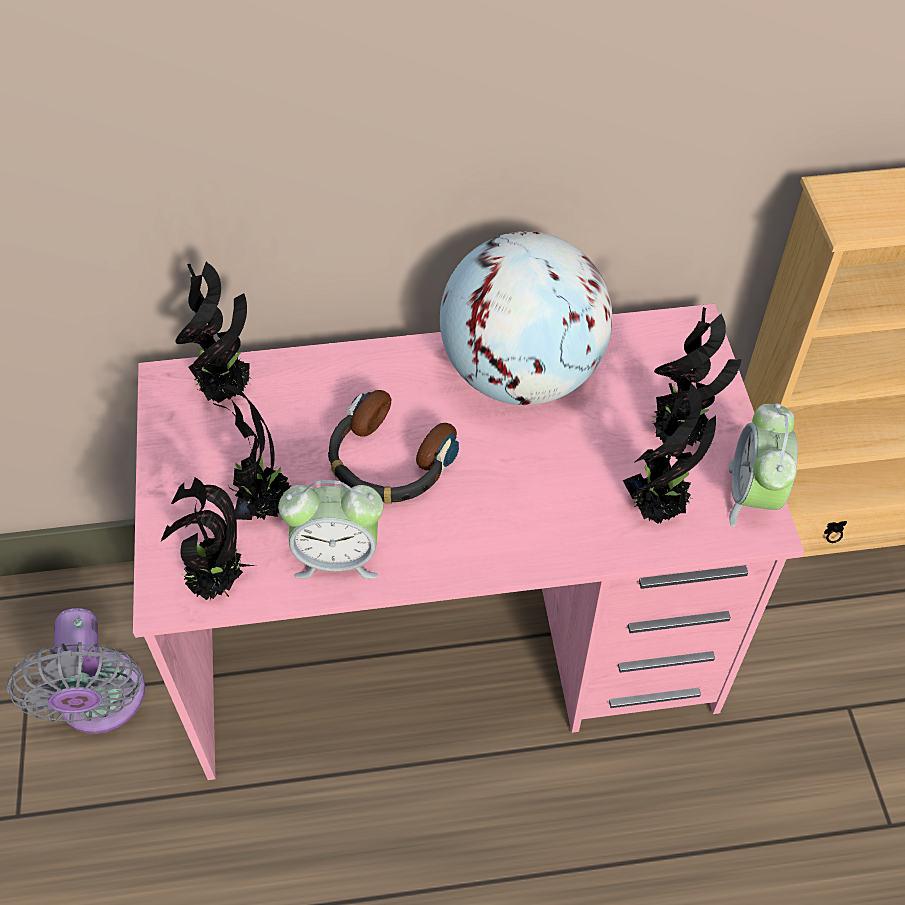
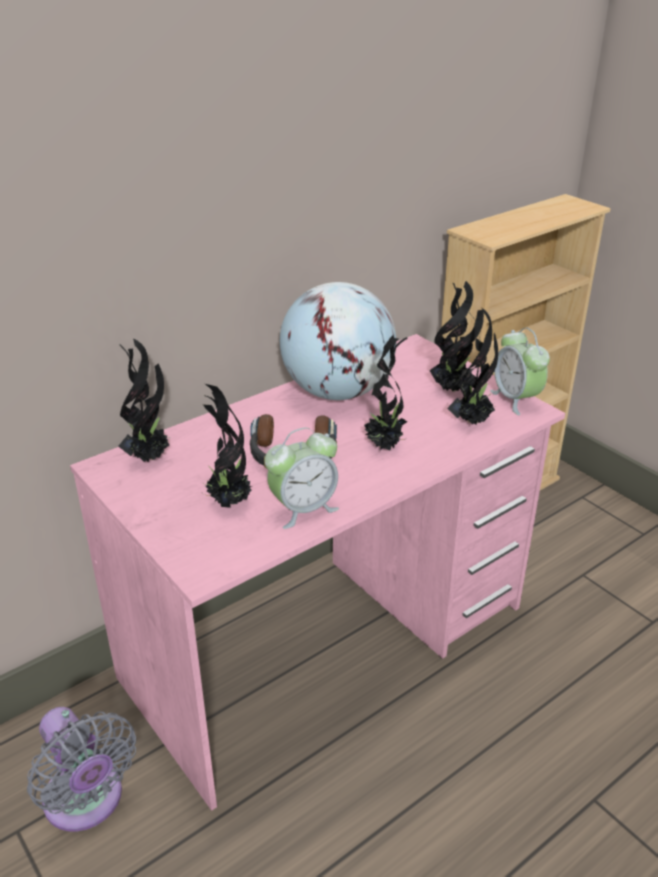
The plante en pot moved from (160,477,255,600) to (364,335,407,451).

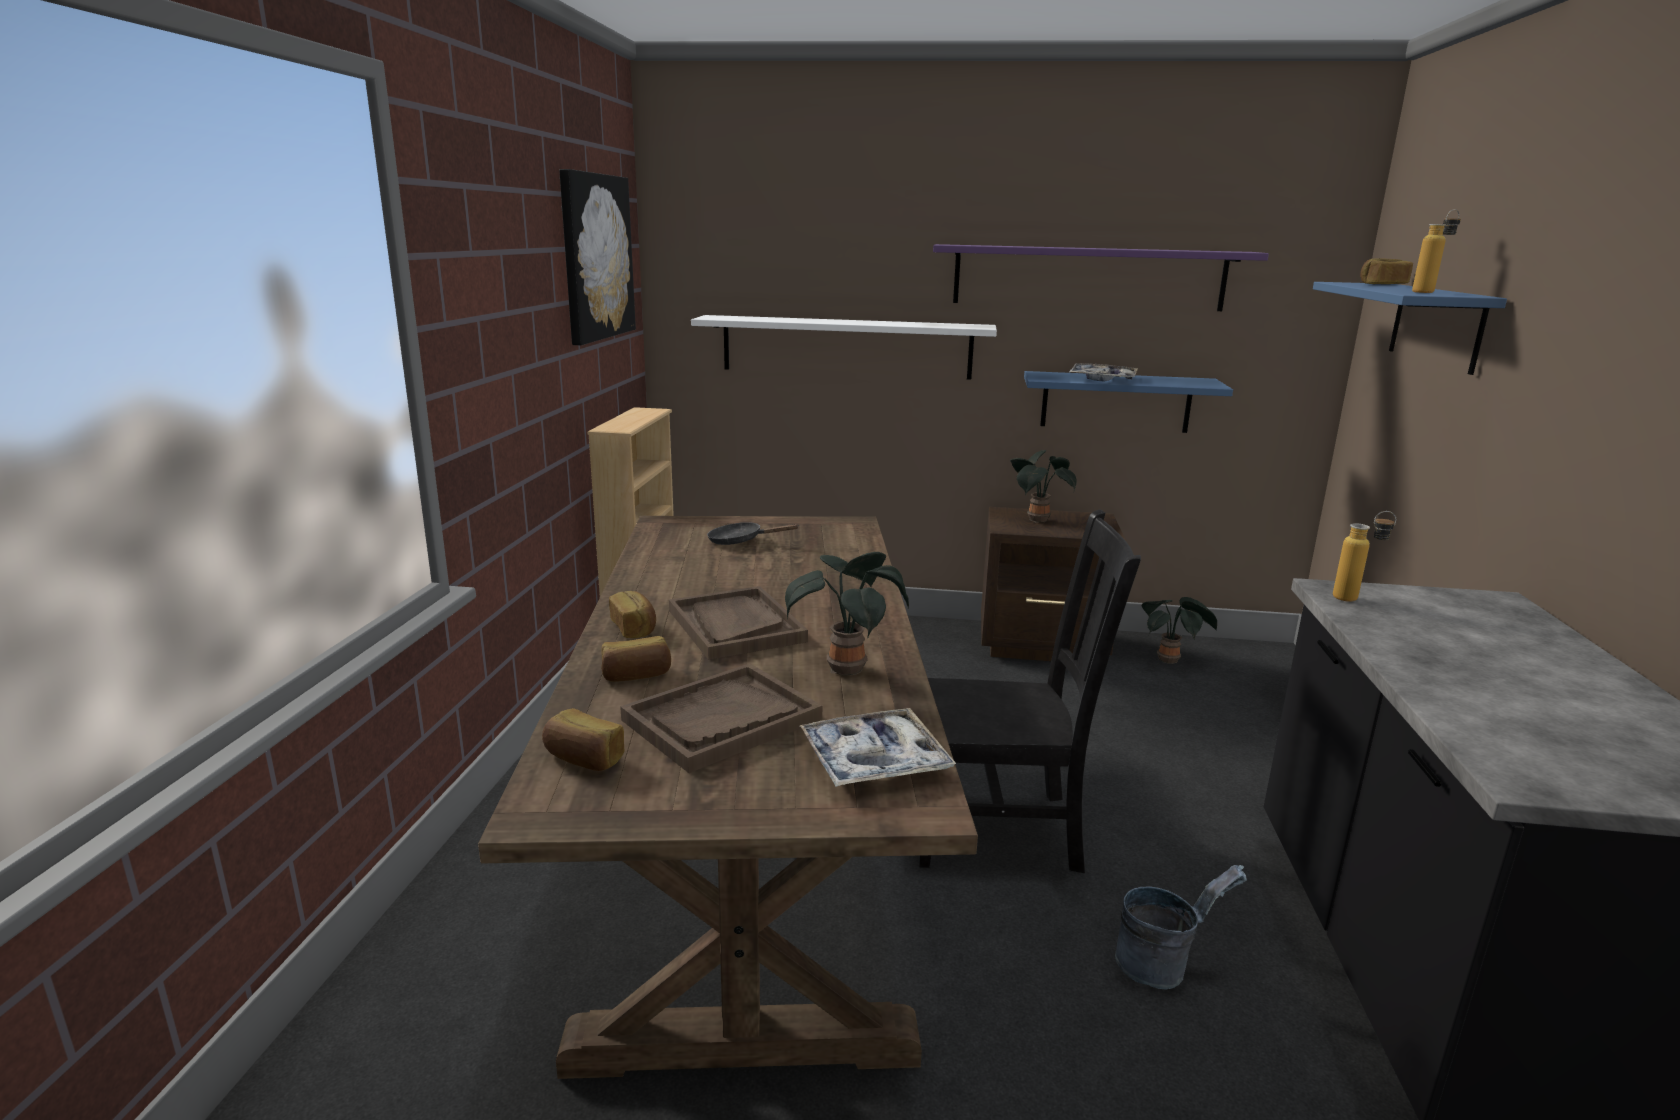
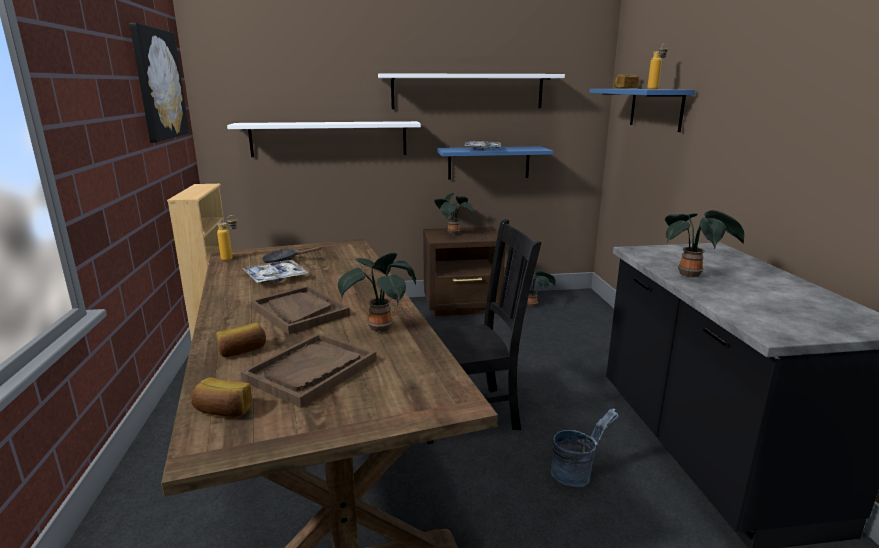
The étagère [violet] at (933,244,1269,311) became the étagère [blanc] at (378,73,565,109). The bouteille moved from (1333,511,1396,602) to (217,215,237,261). The pain at (609,591,656,638) disappeared. The plateau moved from (799,708,956,787) to (243,260,309,283). The plante en pot at (665,210,744,277) appeared.

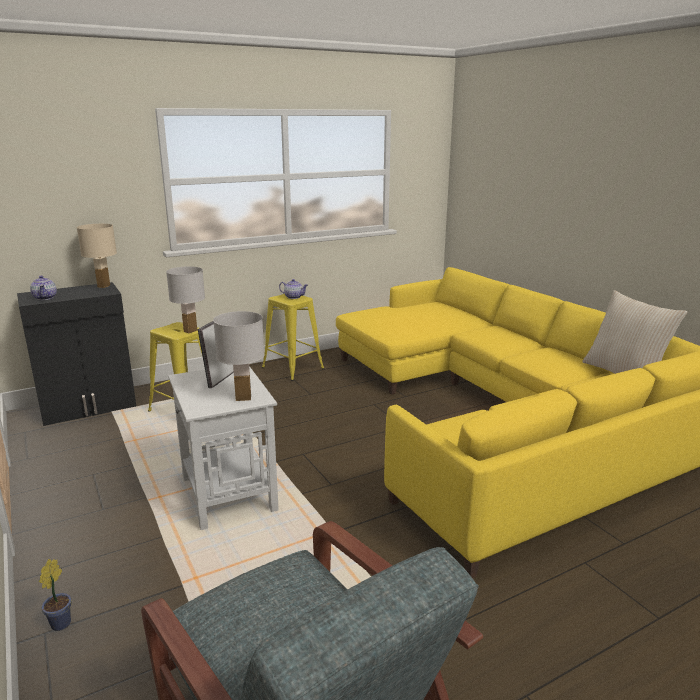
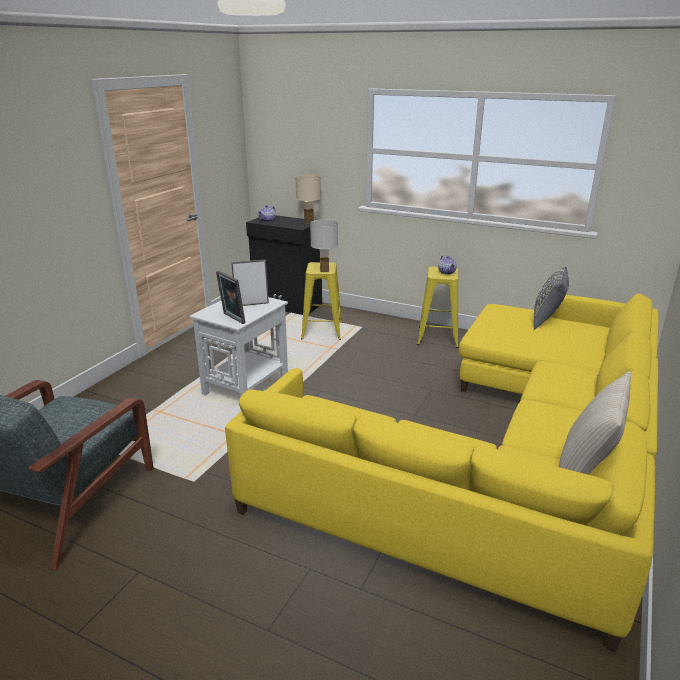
The lampe de table [blanc] at (213,311,264,401) was replaced by the cadre photo at (216,271,246,324). The plante en pot at (39,559,72,631) disappeared. The coussin [gris] at (534,267,569,330) appeared.

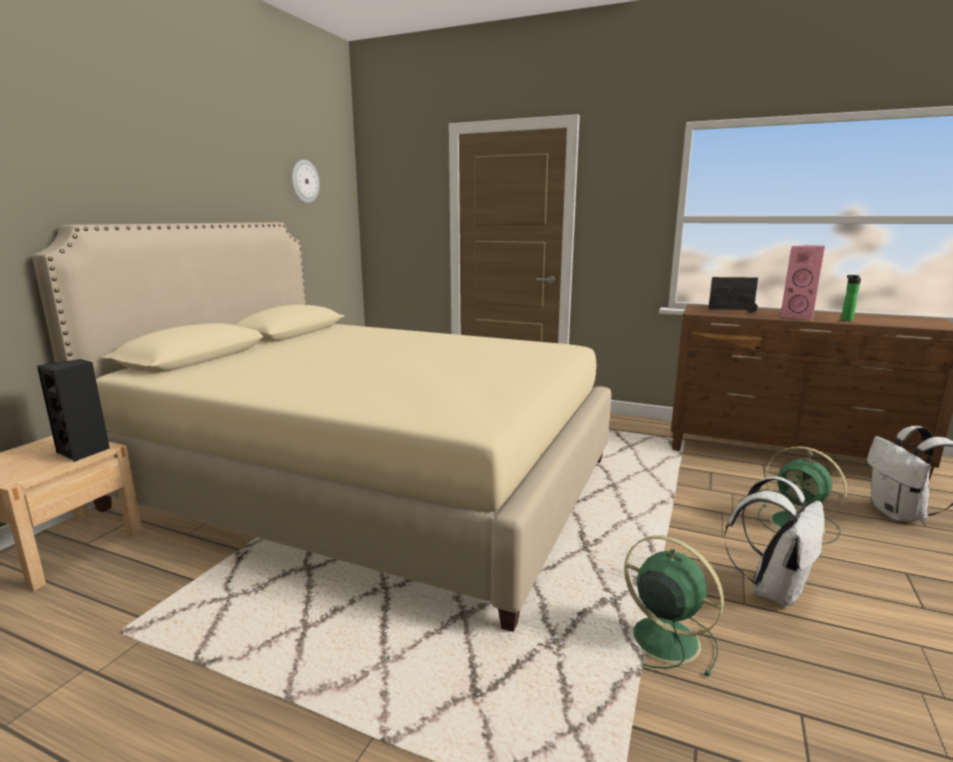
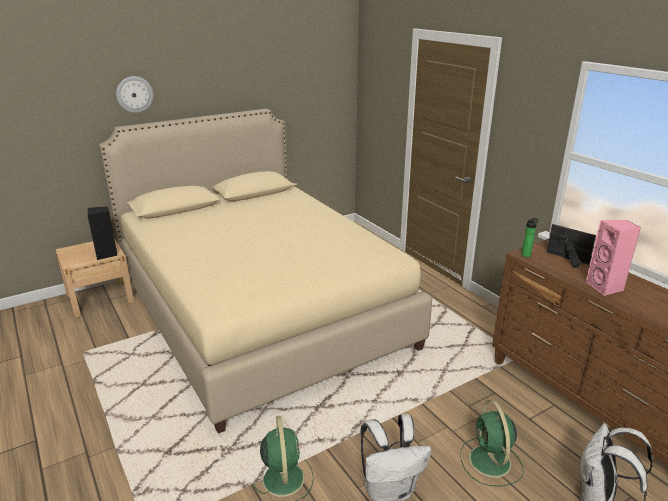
The horloge murale moved from (292,160,320,203) to (116,76,154,113). The bouteille moved from (841,275,861,321) to (522,218,539,257).

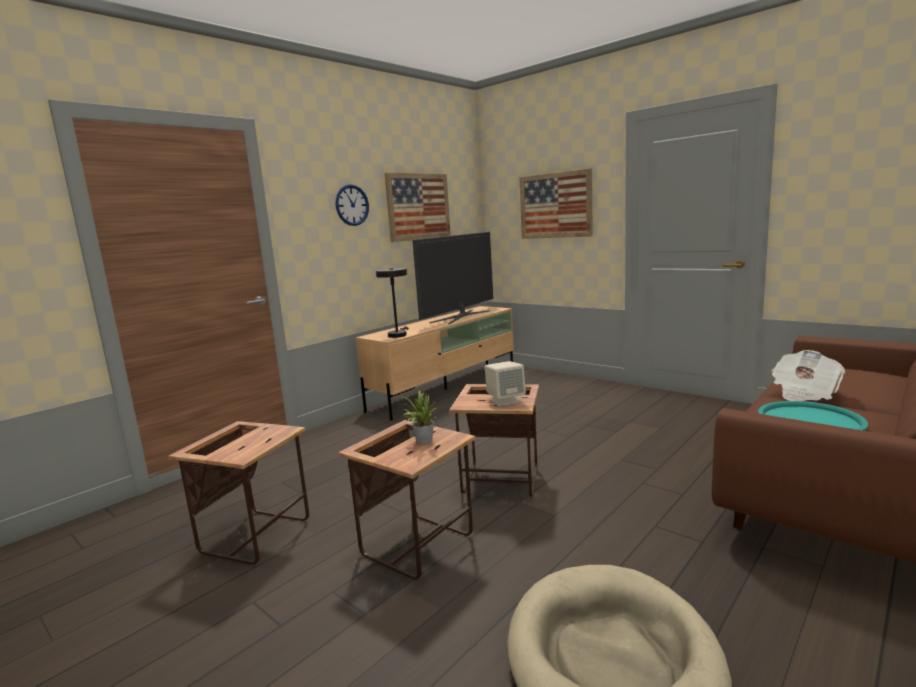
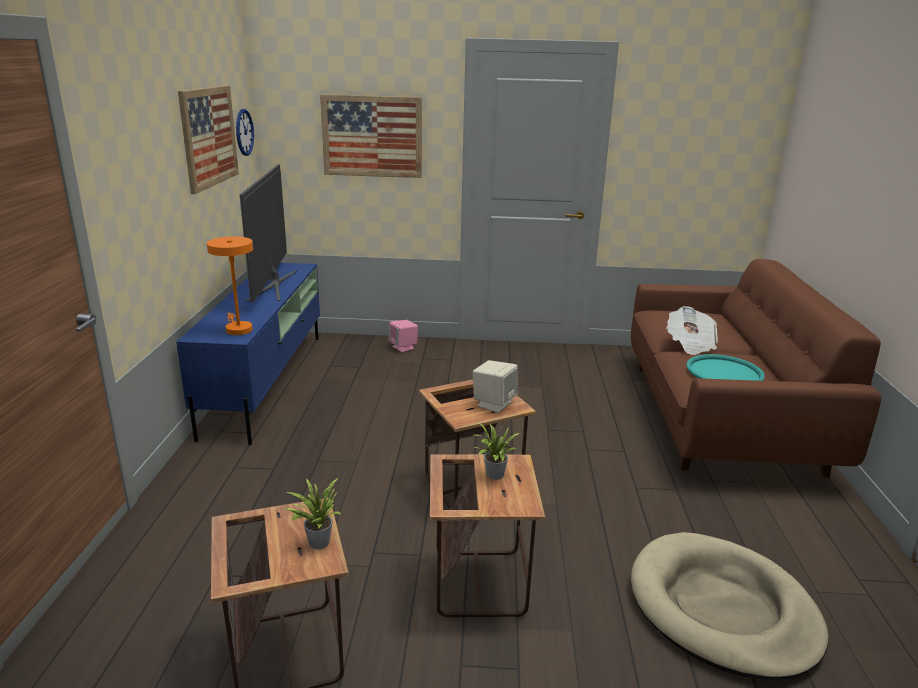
The horloge murale moved from (336,184,369,226) to (236,109,254,156). The lampe de table [noir] at (376,268,409,338) became the lampe de table [orange] at (207,237,253,335). The meuble télé [beige] at (356,306,514,421) became the meuble télé [bleu] at (176,263,320,445). The enceinte [rose] at (388,320,418,352) appeared. The plante en pot at (284,478,341,549) appeared.

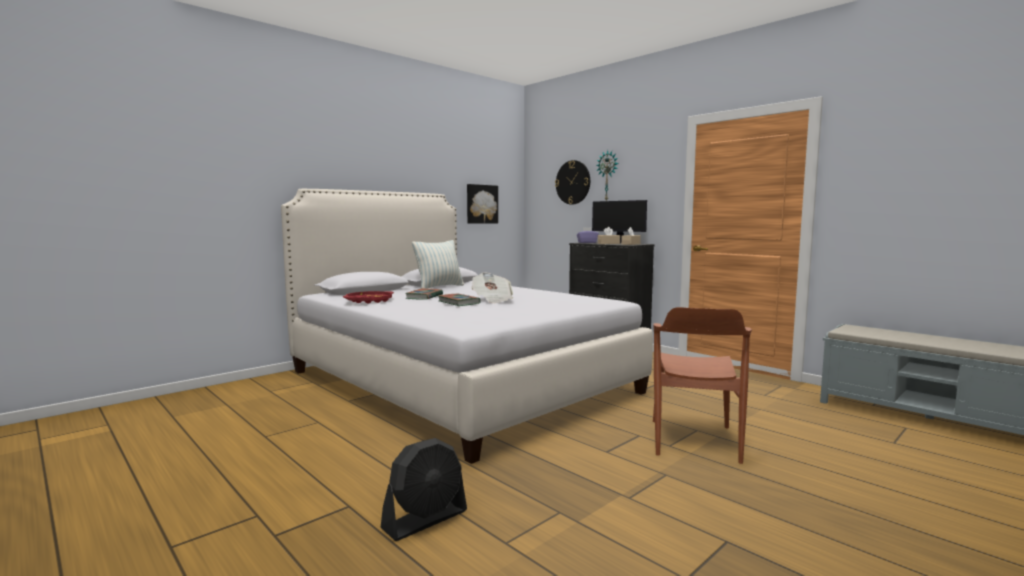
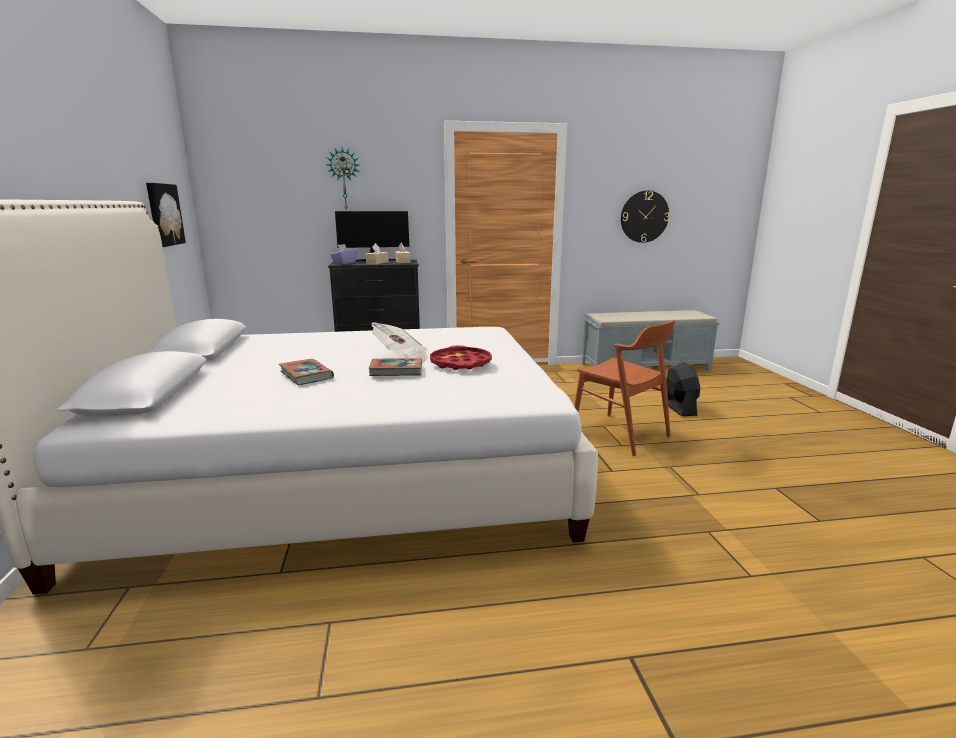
The horloge murale moved from (555,160,590,205) to (621,190,670,243). The coussin at (412,240,464,288) disappeared. The plateau [rouge] moved from (343,291,394,304) to (430,345,492,370). The ventilateur [noir] moved from (381,438,467,541) to (666,362,700,416).

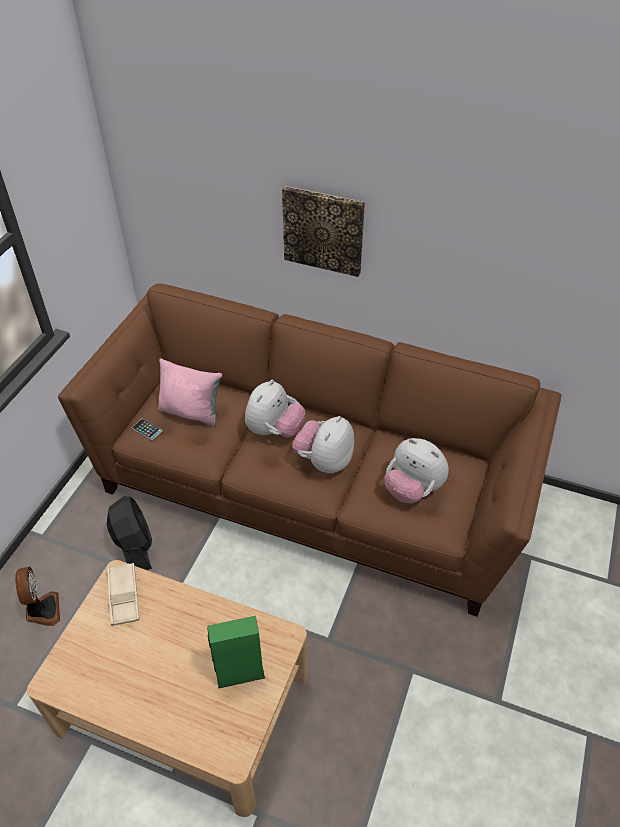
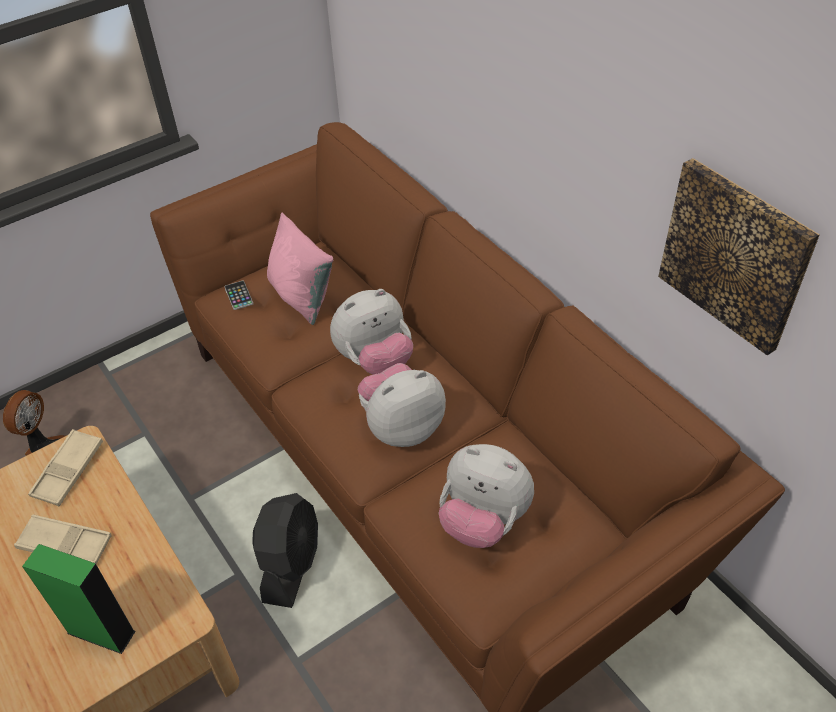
The tableau moved from (282,186,365,277) to (658,158,820,355). The peluche at (385,438,449,503) turned 45 degrees counterclockwise. The ventilateur [noir] moved from (106,496,152,570) to (252,493,318,608). The plateau [beige] at (14,514,112,565) appeared.

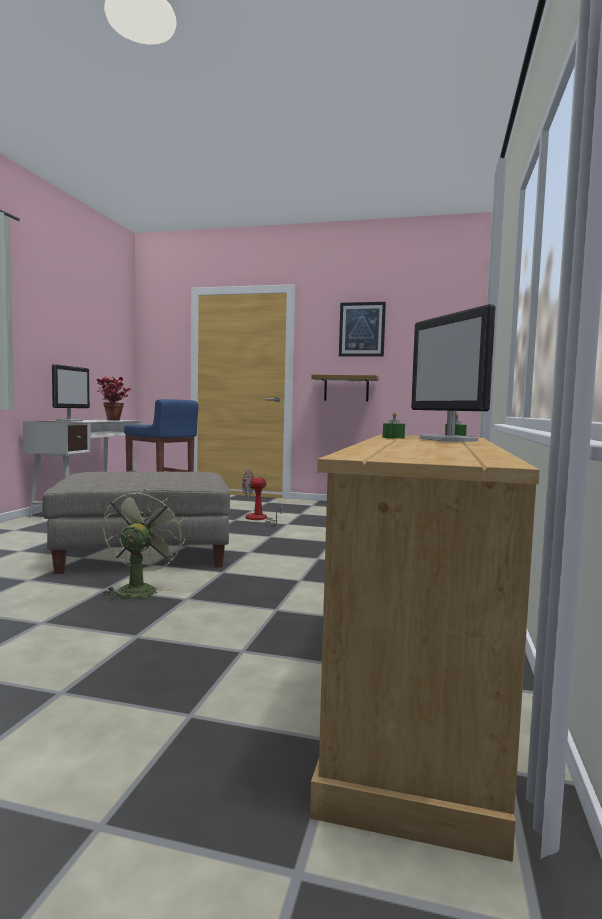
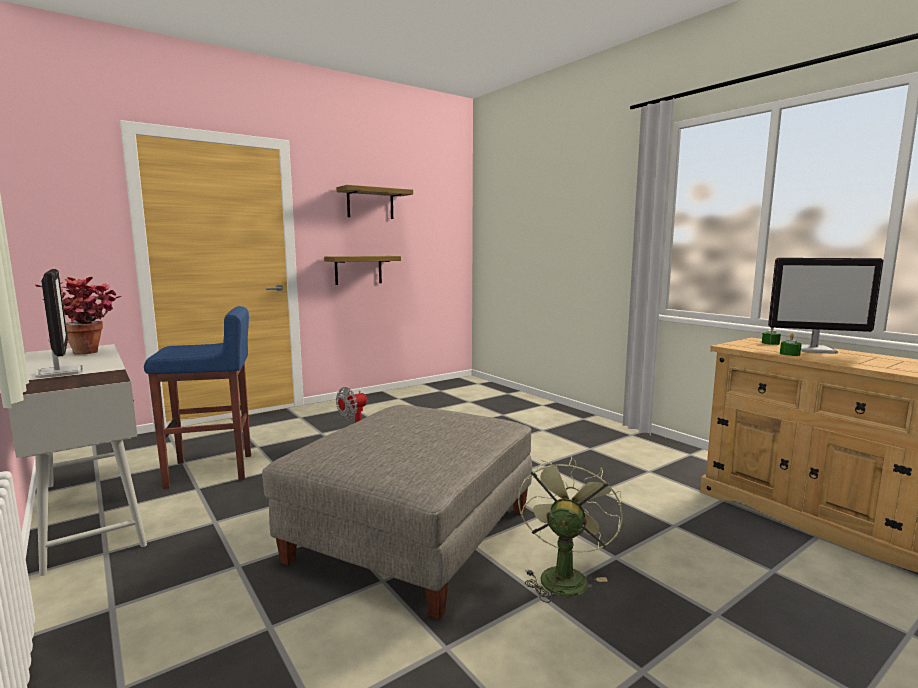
The tableau at (339,302,386,357) was replaced by the étagère at (337,185,413,219). The ventilateur [vert] at (102,489,185,602) turned 60 degrees clockwise.

